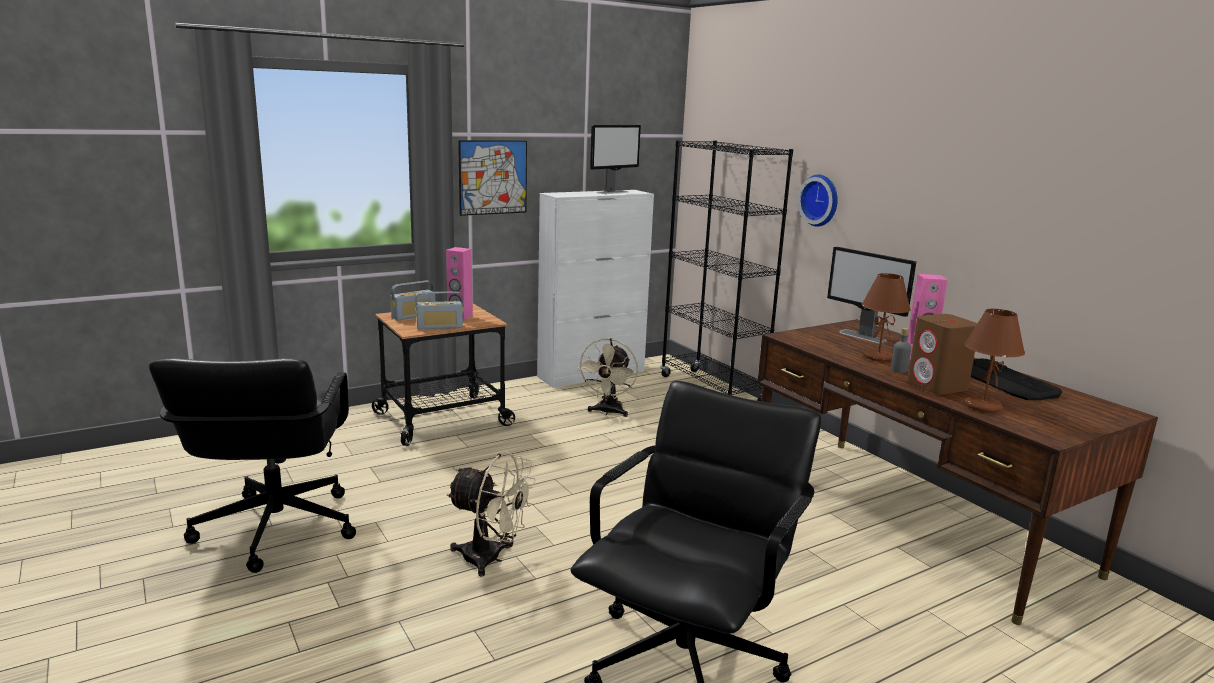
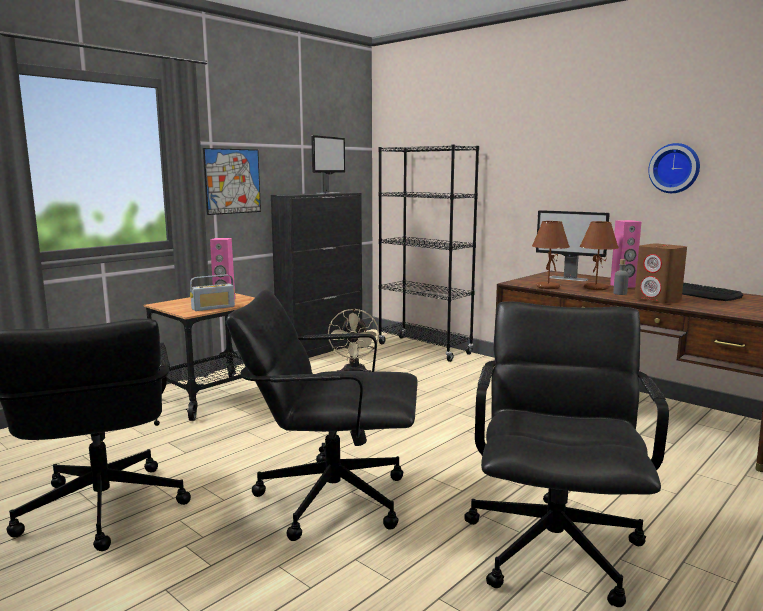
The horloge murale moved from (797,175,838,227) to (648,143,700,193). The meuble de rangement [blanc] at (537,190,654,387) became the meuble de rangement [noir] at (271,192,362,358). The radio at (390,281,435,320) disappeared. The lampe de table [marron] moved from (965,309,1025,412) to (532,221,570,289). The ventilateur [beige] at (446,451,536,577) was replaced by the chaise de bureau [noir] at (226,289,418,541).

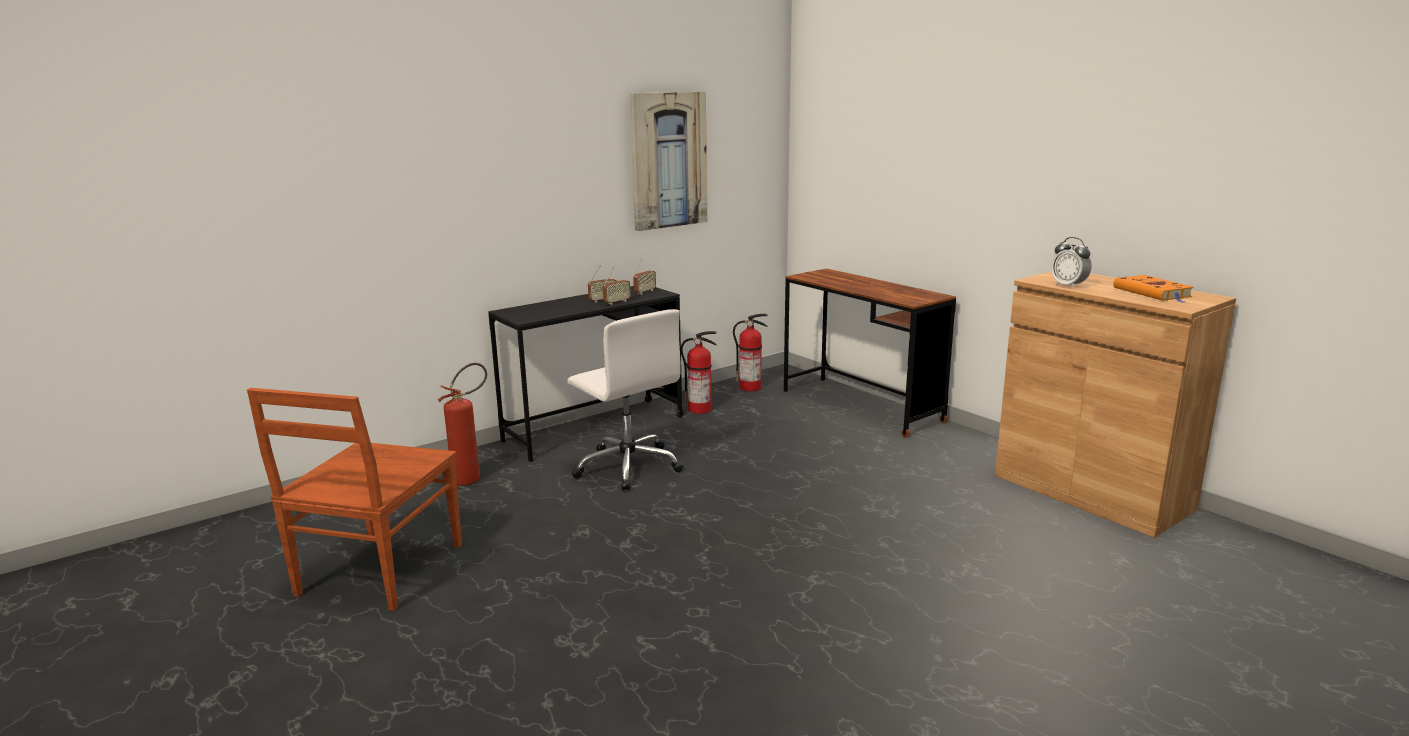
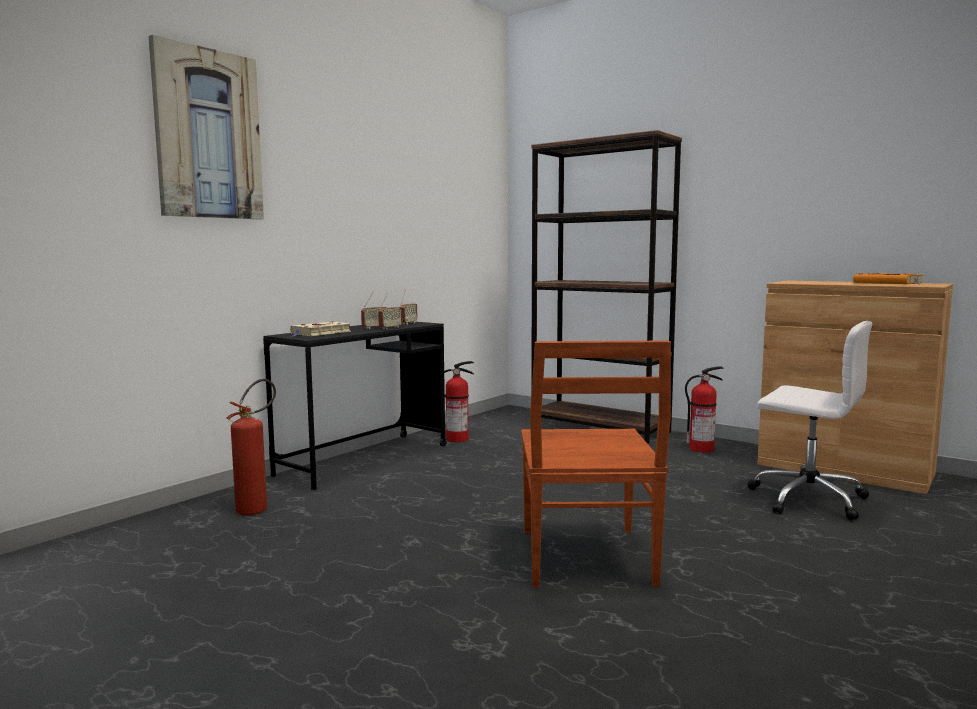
The tableau moved from (630,92,707,231) to (149,35,264,220). The réveil at (1051,237,1092,288) disappeared. The bureau [marron] at (784,268,956,438) was replaced by the bibliothèque [marron] at (531,130,682,444). The chaise de bureau [blanc] moved from (567,309,684,491) to (748,321,872,520). The extincteur moved from (733,314,768,391) to (685,366,724,453). The chaise [marron] moved from (247,388,462,611) to (521,341,671,588). The livre [beige] at (290,321,351,336) appeared.

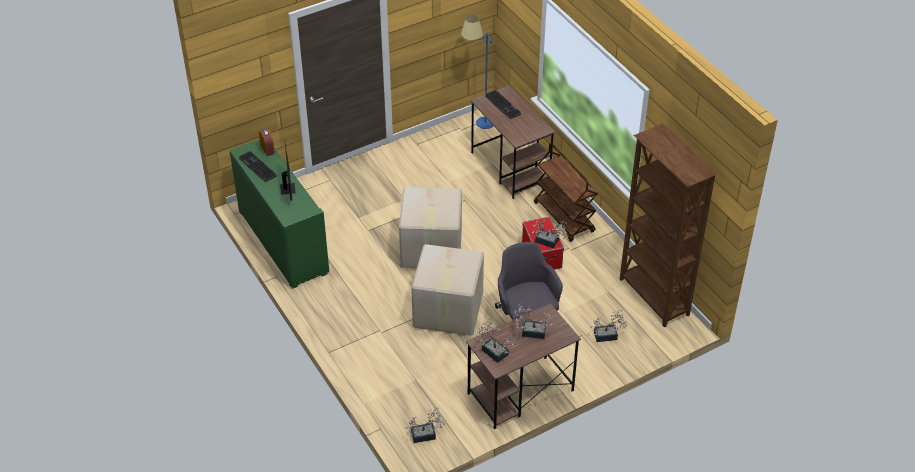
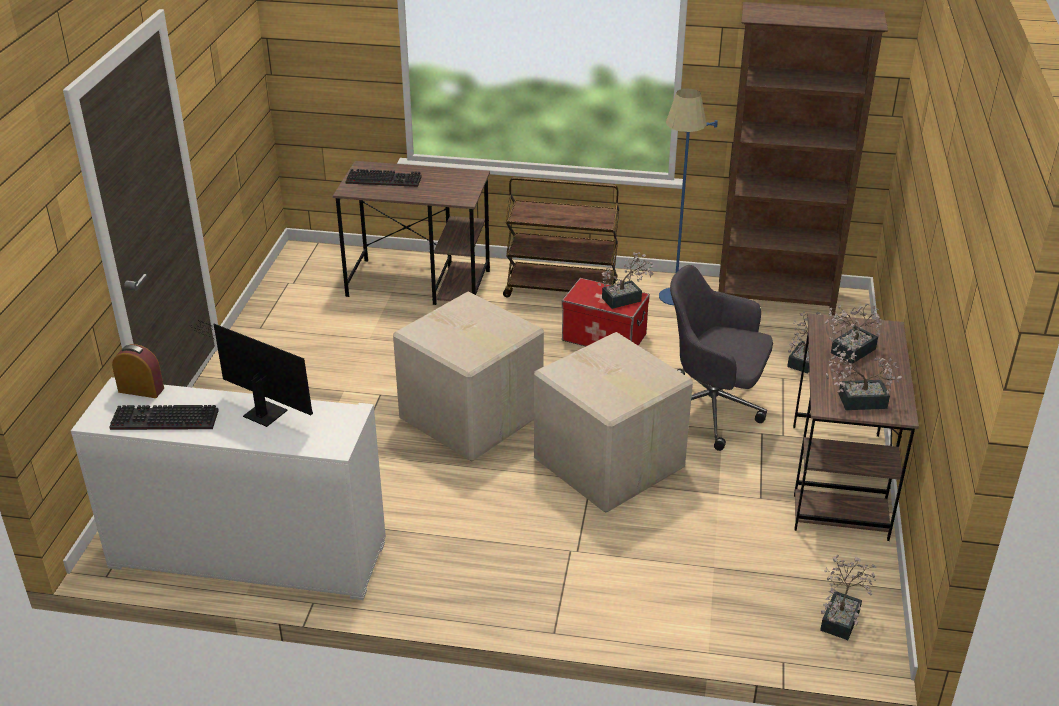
The lampadaire [bleu] moved from (461,15,493,129) to (659,89,718,305). The meuble de rangement [vert] at (229,139,329,289) became the meuble de rangement [blanc] at (71,377,386,600).

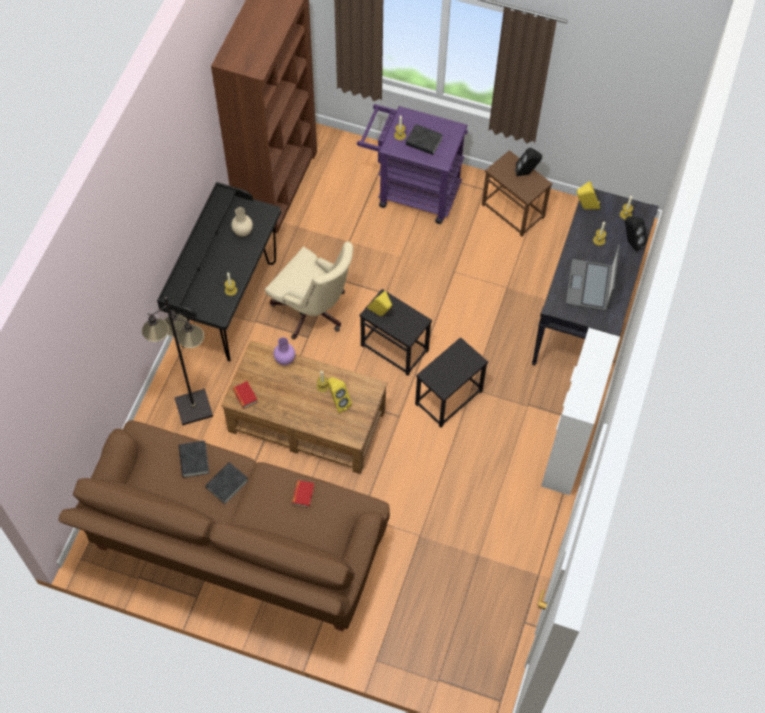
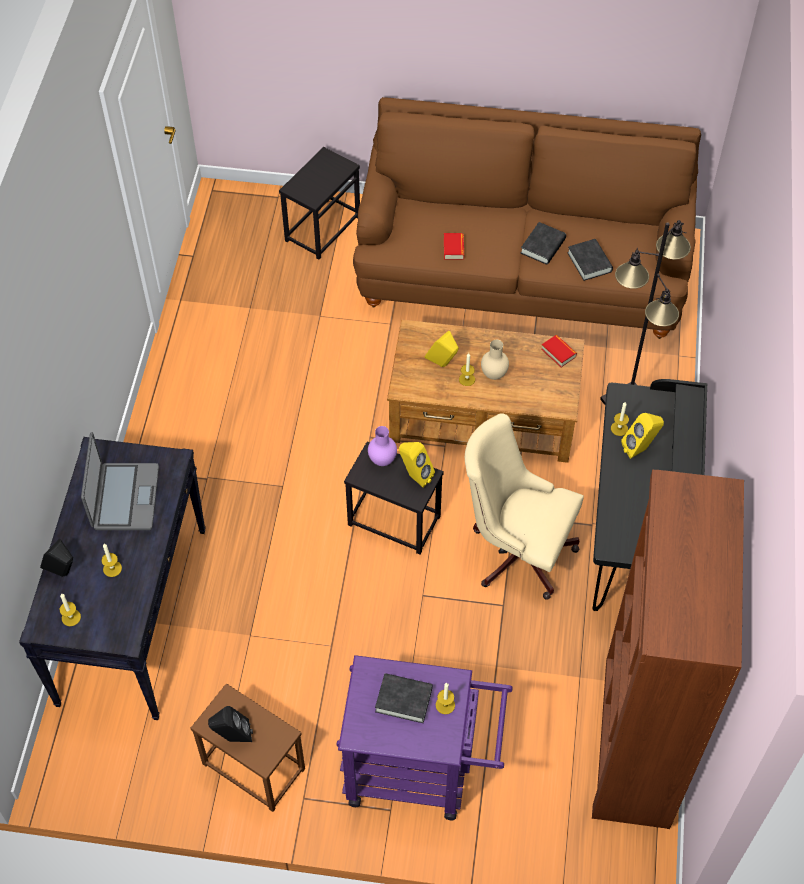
The enceinte [jaune] moved from (577,181,600,209) to (621,413,664,459). The vase [beige] moved from (231,207,253,237) to (481,340,509,380). The meuble de rangement [blanc] at (541,328,620,495) disappeared. The vase [violet] moved from (273,337,295,365) to (368,426,397,466). The table d'appoint [noir] moved from (415,337,488,428) to (279,147,360,259).

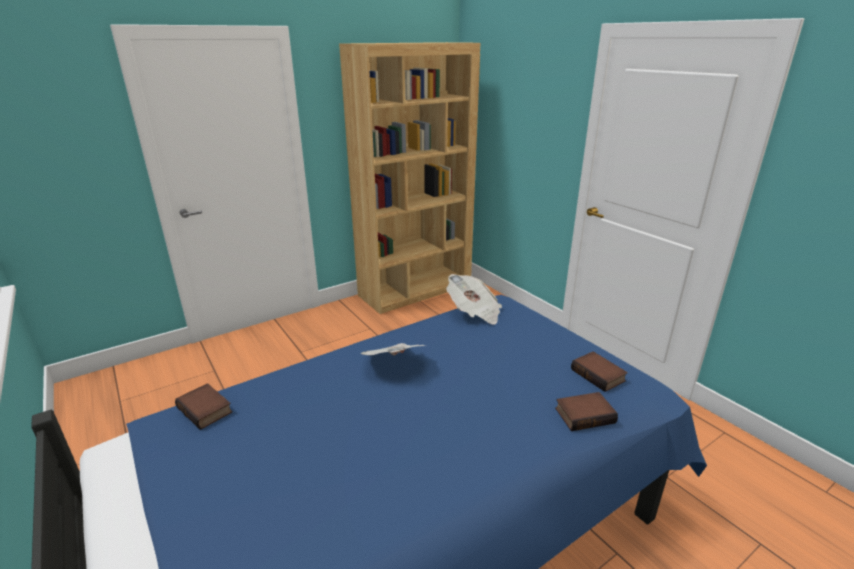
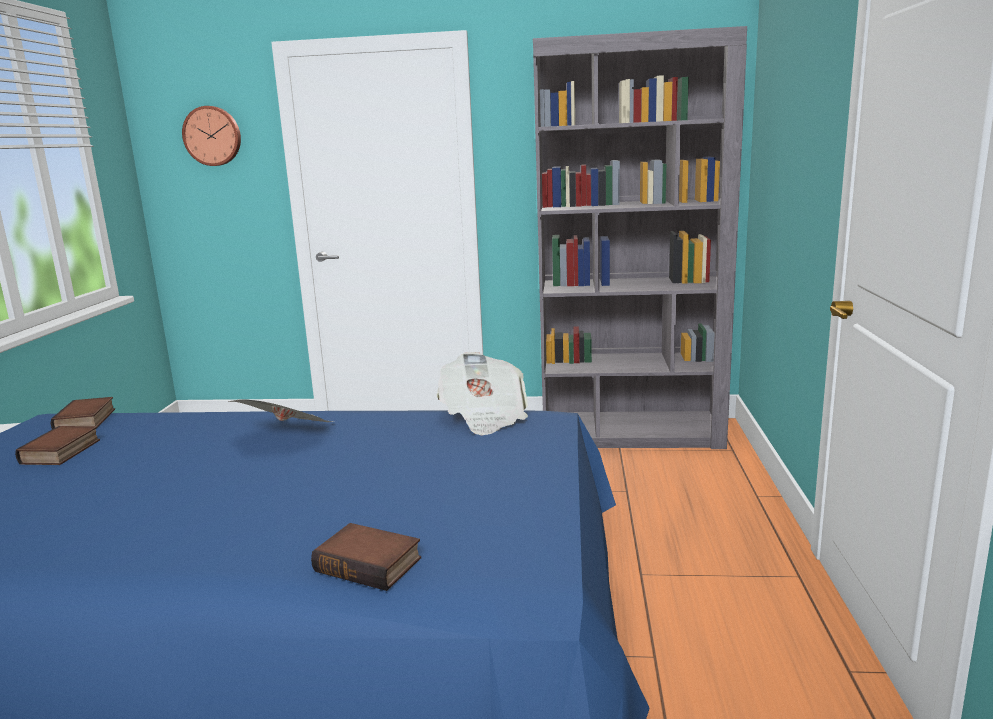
The bibliothèque [marron] at (339,42,480,314) became the bibliothèque [gris] at (533,26,747,449). The livre moved from (571,351,628,392) to (15,426,100,465). The horloge murale at (182,106,241,166) appeared.

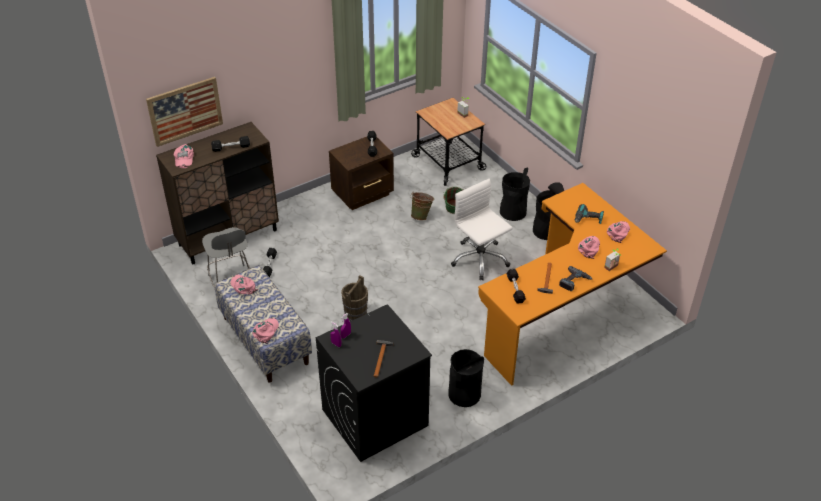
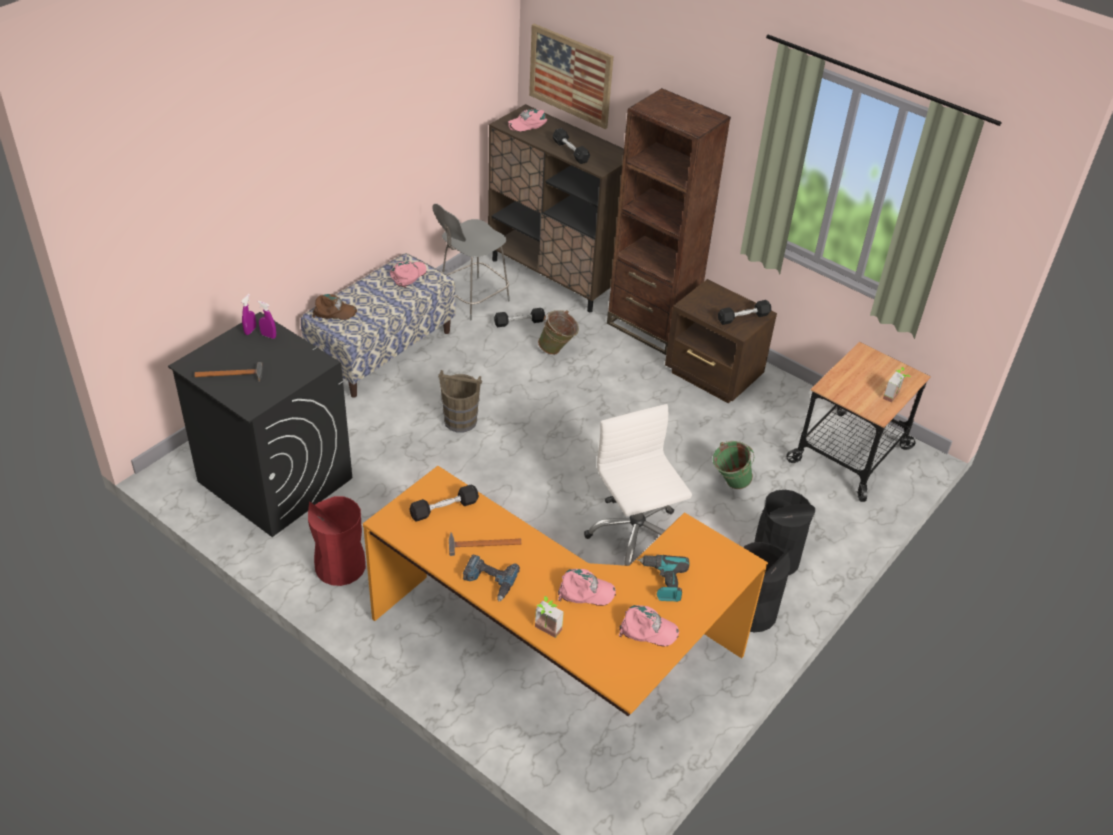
The chaise de bureau [blanc] at (451,179,513,280) turned 60 degrees counterclockwise. The seau [vert] moved from (411,192,434,220) to (538,310,579,355). The casquette [rose] at (252,318,279,344) became the casquette [marron] at (312,294,357,320). The poubelle [noir] at (448,349,484,407) became the poubelle [rouge] at (308,496,366,586). The bibliothèque [marron] at (607,88,731,355) appeared.

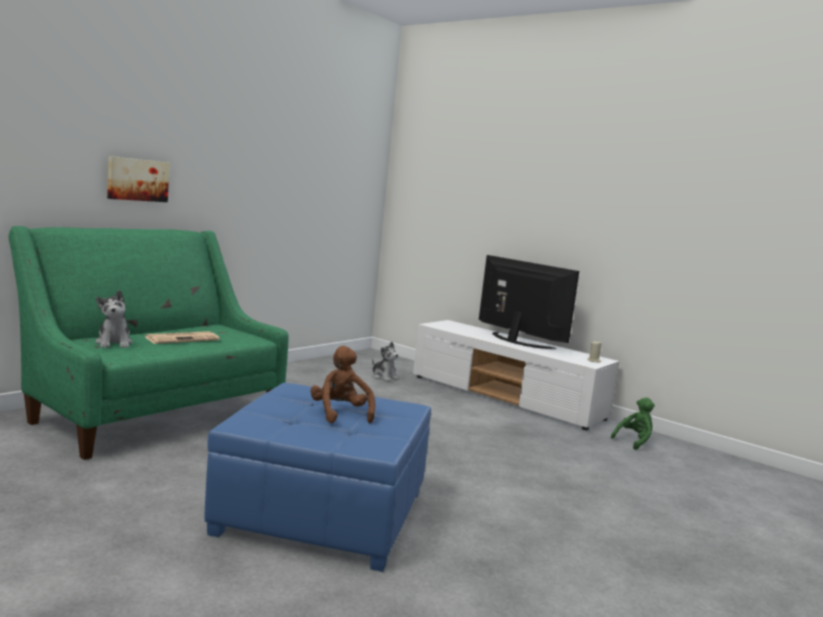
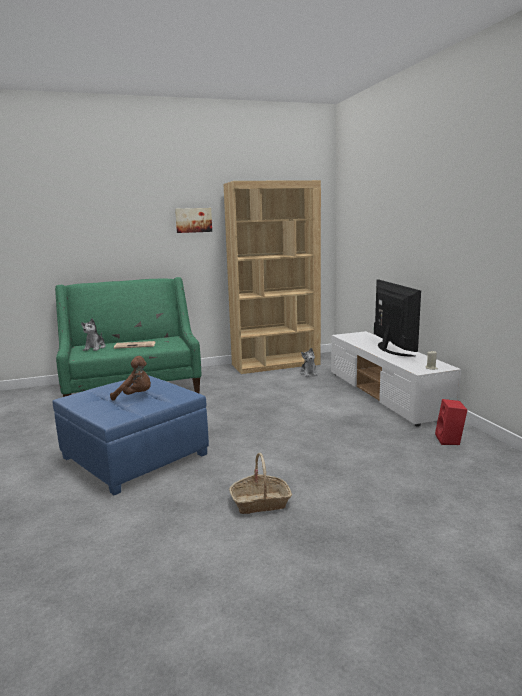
The tableau moved from (107,156,169,202) to (175,208,212,233). The peluche [marron] at (310,346,376,423) turned 90 degrees clockwise. The peluche [vert] at (611,397,655,450) was replaced by the enceinte [rouge] at (435,399,467,445). The bibliothèque [marron] at (223,180,321,374) appeared. The panier at (229,453,292,514) appeared.

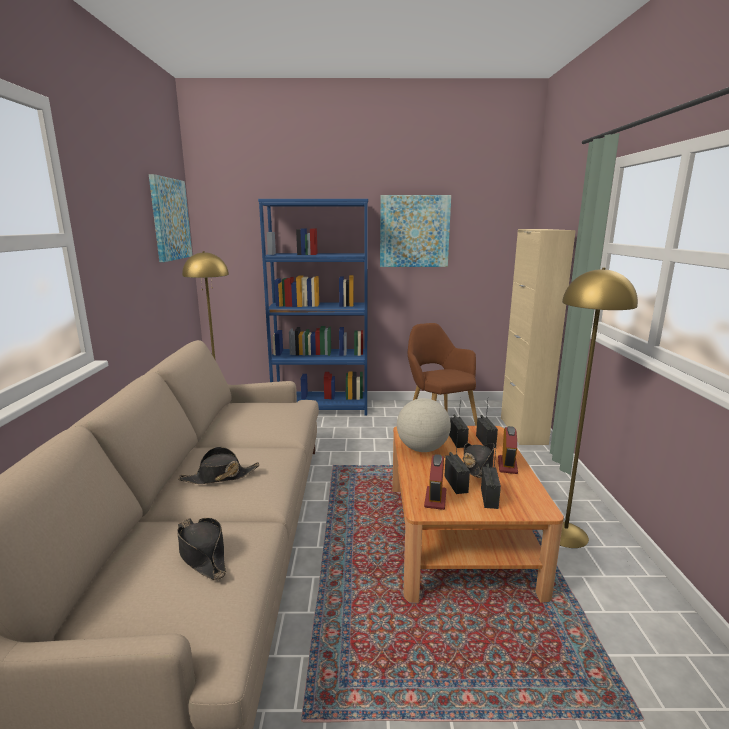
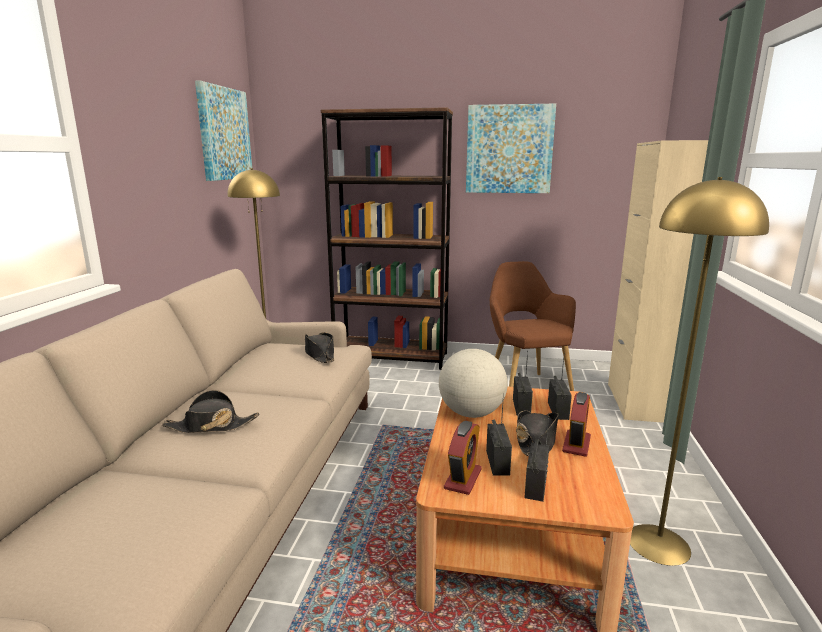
The bibliothèque [bleu] at (258,199,368,416) became the bibliothèque [marron] at (321,107,453,370). The chapeau [noir] moved from (177,517,226,580) to (305,333,334,363).

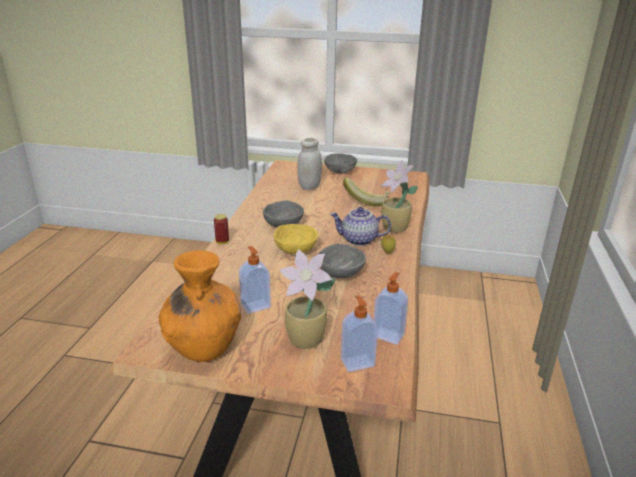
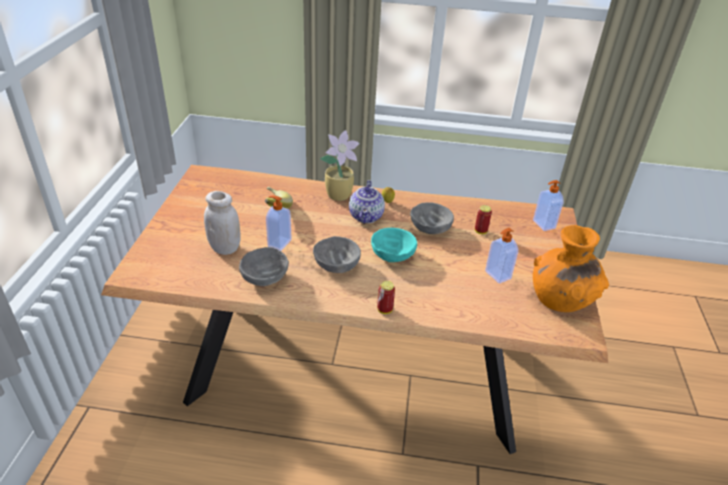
The bol [gris] moved from (324,153,357,174) to (239,247,289,286). The bol [jaune] at (273,224,318,254) became the bol [turquoise] at (371,228,417,262). The plante en pot at (280,249,336,349) disappeared. The distributeur de savon moved from (374,272,408,345) to (266,195,292,251). The boîte métallique at (475,205,492,234) appeared.

